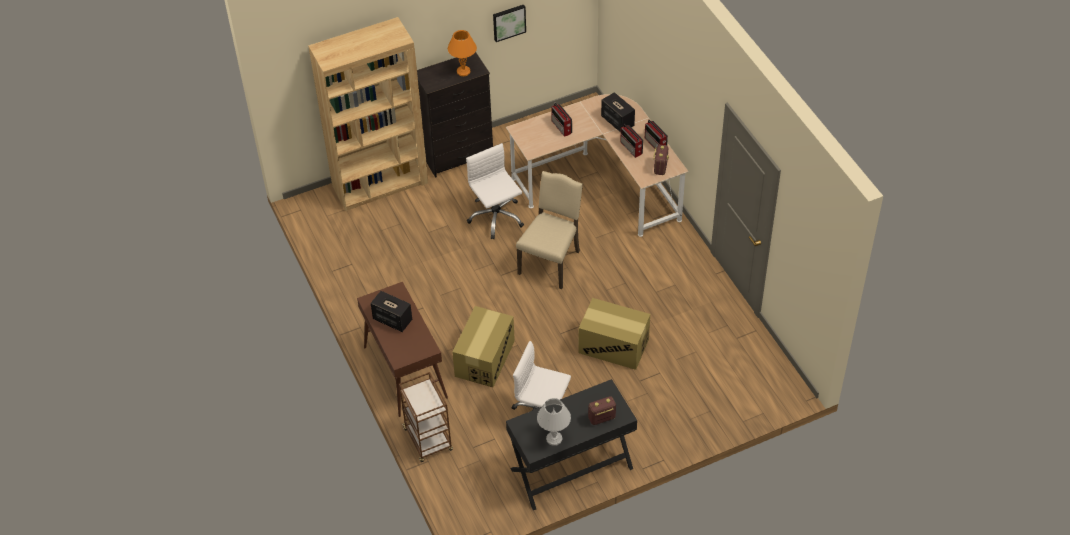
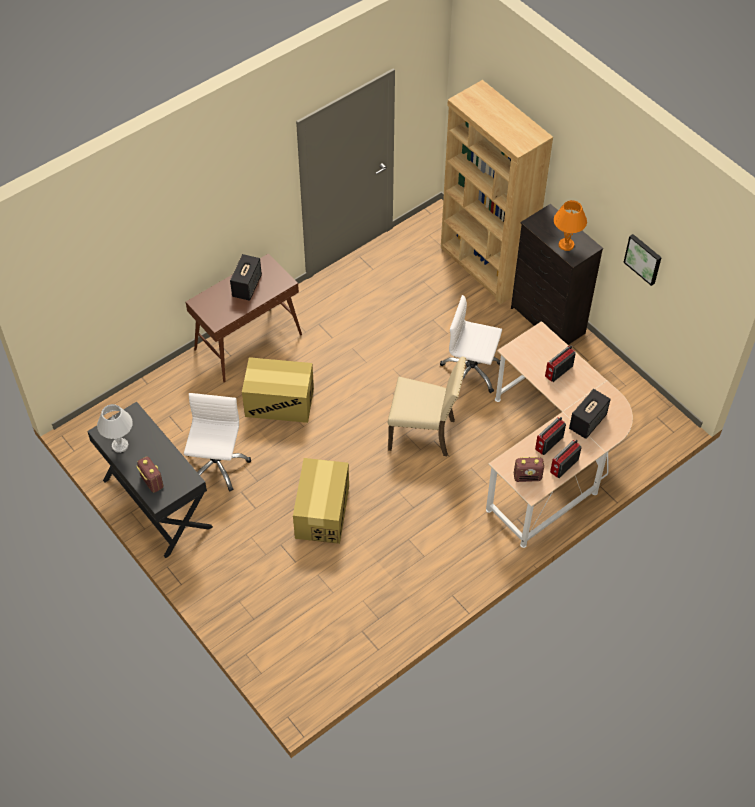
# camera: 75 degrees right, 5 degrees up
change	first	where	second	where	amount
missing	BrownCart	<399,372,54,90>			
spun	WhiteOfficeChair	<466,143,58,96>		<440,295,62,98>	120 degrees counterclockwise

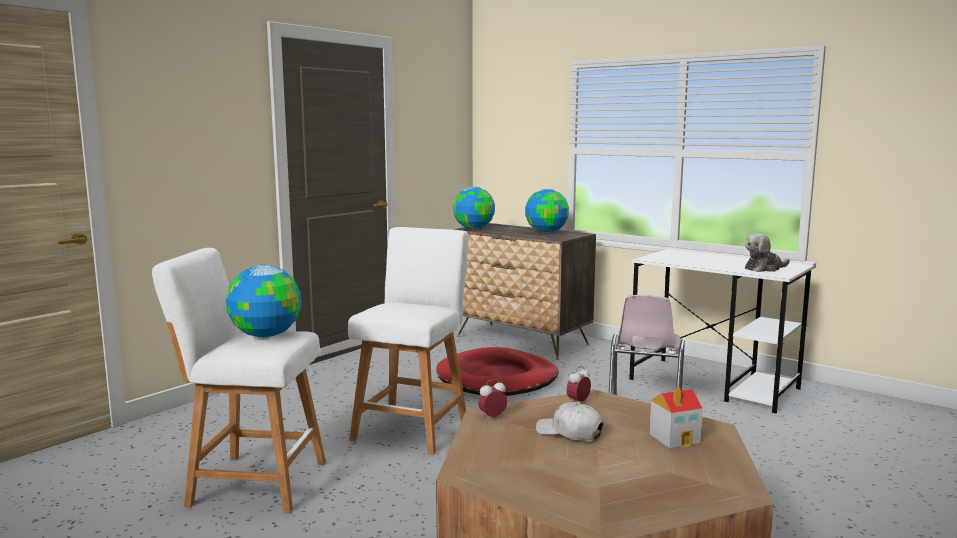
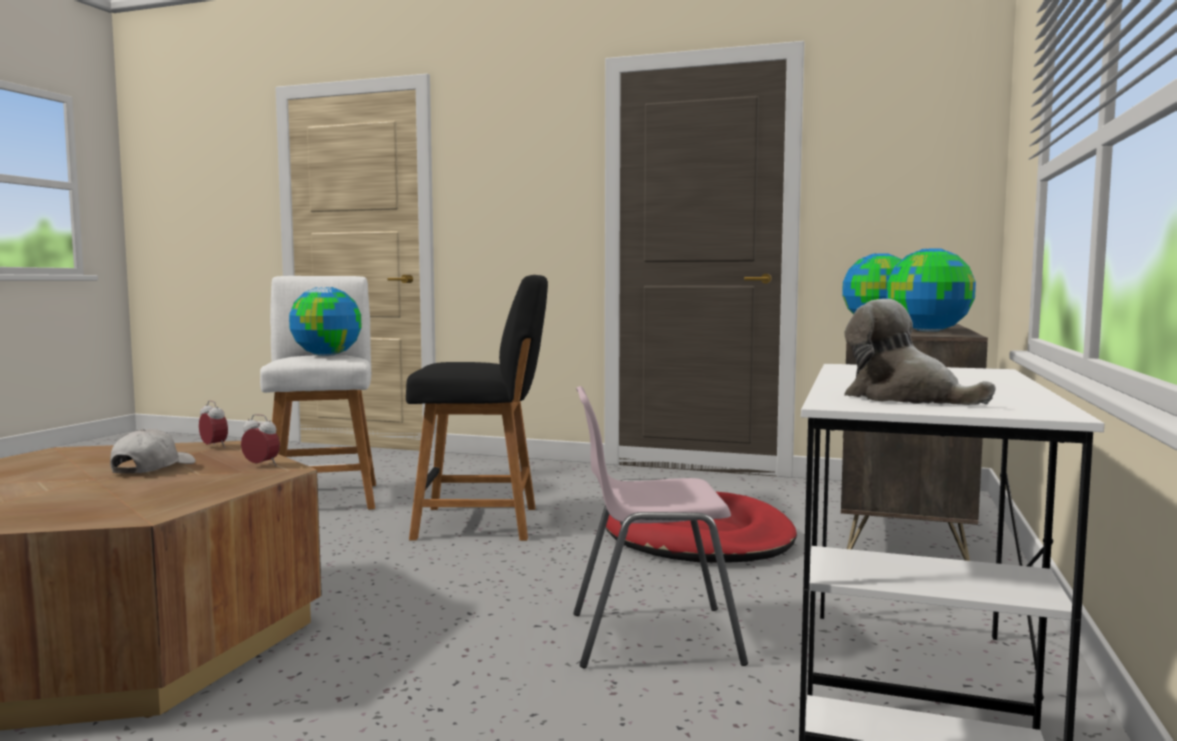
# camera: 70 degrees right, 5 degrees down
change	first	where	second	where	amount
missing	ToyHouse	<649,388,54,60>			
colour	WhiteStool	<348,227,121,228>	BlackStool	<406,275,142,266>	

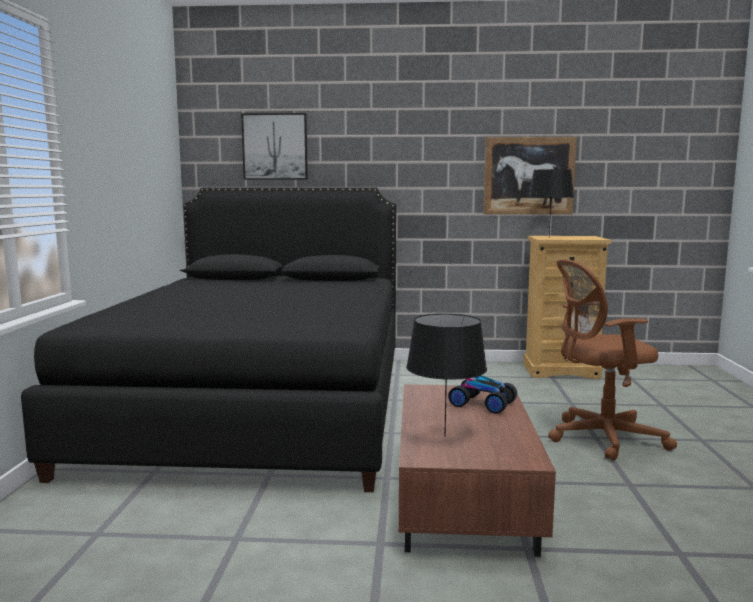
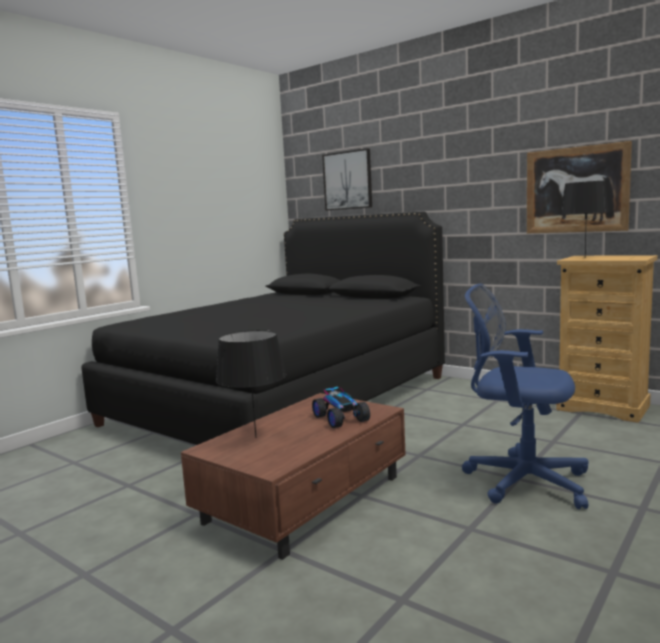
# camera: 35 degrees right, 0 degrees up
change	first	where	second	where	amount
colour	BrownOfficeChair	<548,259,129,202>	BlueOfficeChair	<462,284,127,225>	

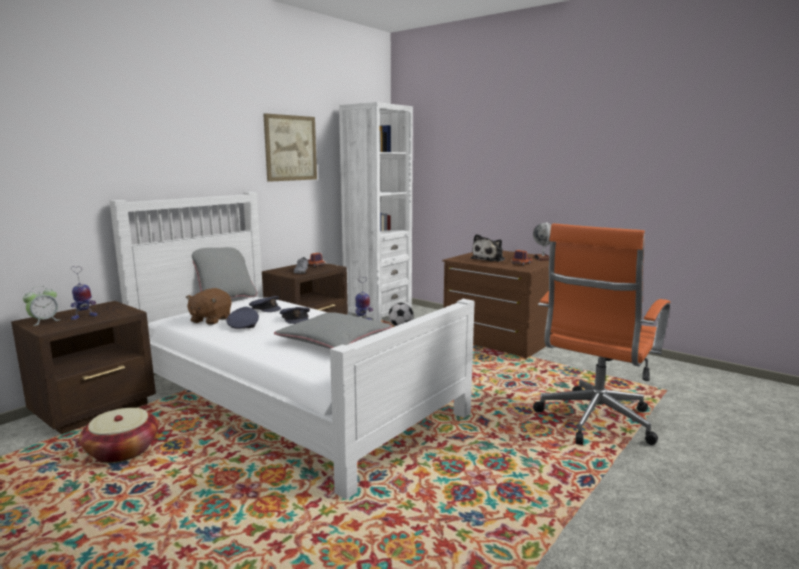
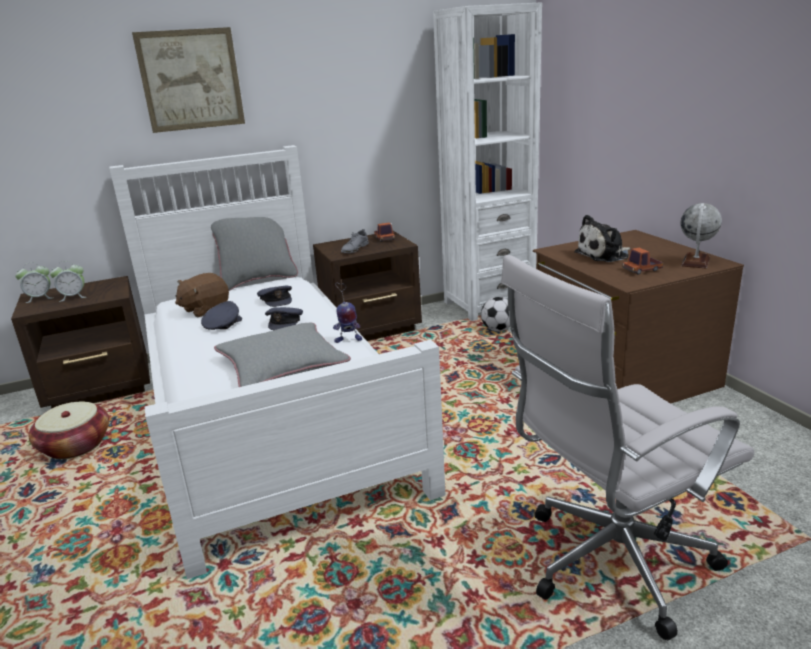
# camera: 30 degrees right, 10 degrees up
change	first	where	second	where	amount
relocated	Picture	<263,113,54,69>		<132,27,113,106>	
exchanged	ToyRobot	<71,266,26,54>	AlarmClock	<50,261,36,41>	
colour	OrangeOfficeChair	<533,224,137,221>	WhiteOfficeChair	<501,255,253,386>	

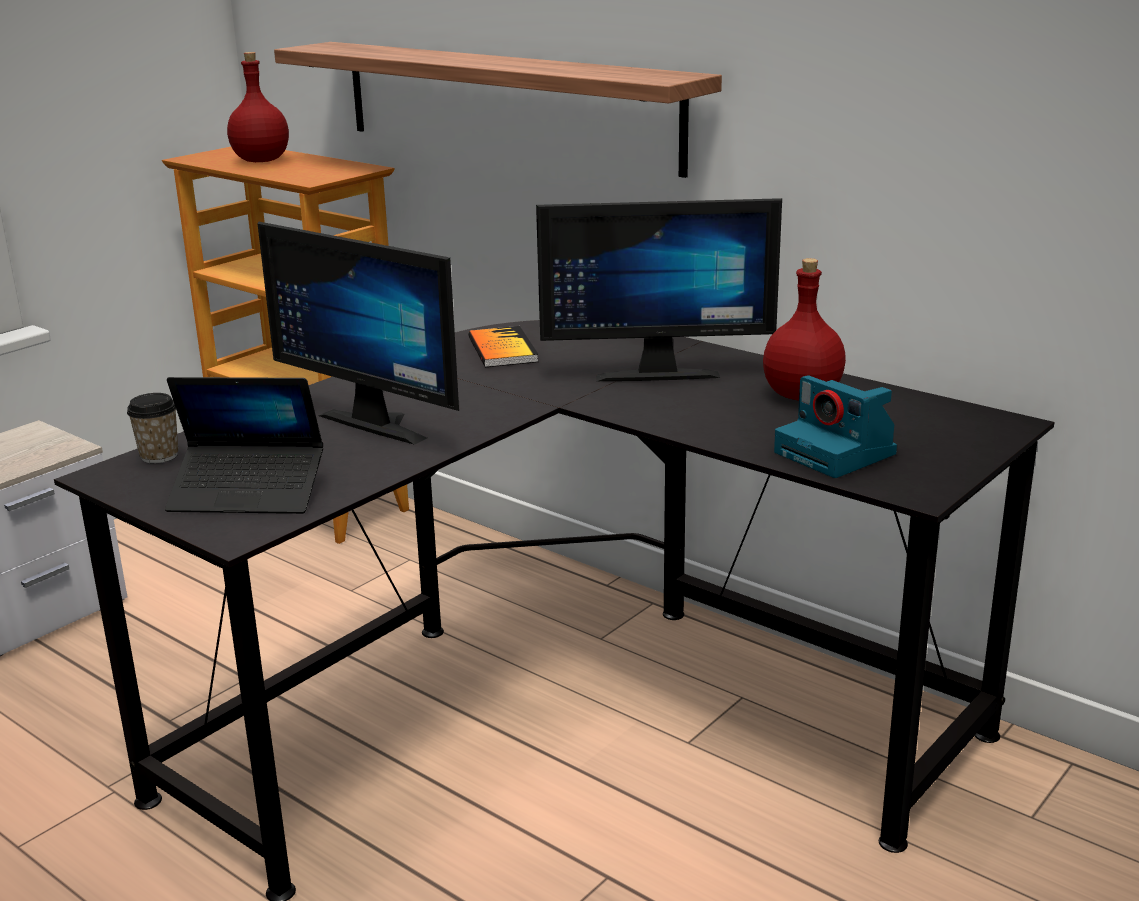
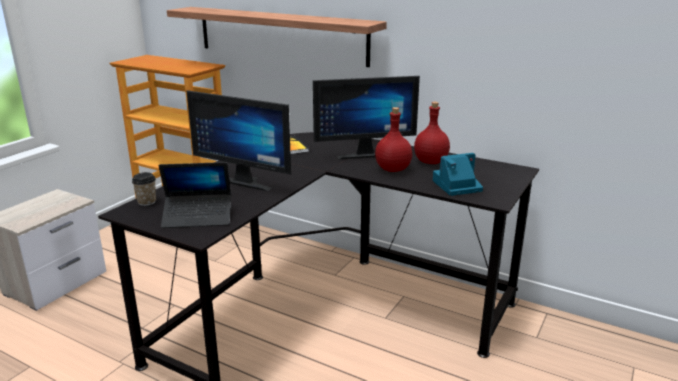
# camera: 10 degrees left, 0 degrees up
change	first	where	second	where	amount
relocated	RedBottle	<227,52,62,110>		<375,107,37,65>	
spun	PhotoCamera	<774,375,123,103>		<433,153,50,43>	120 degrees clockwise

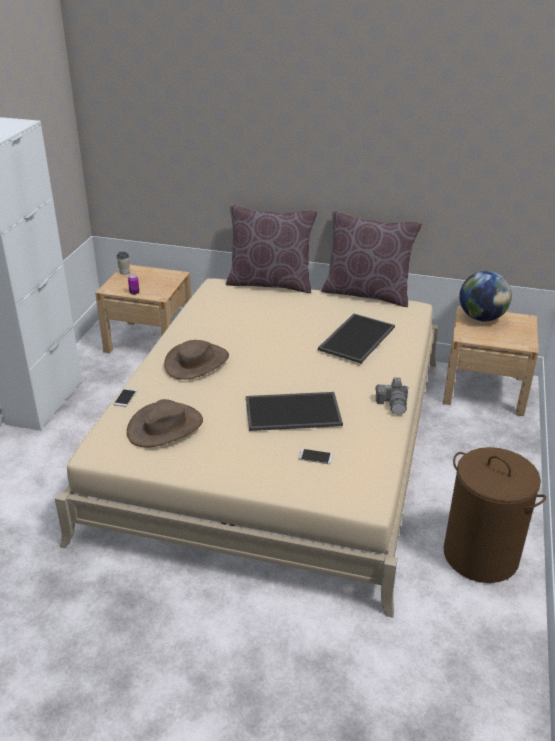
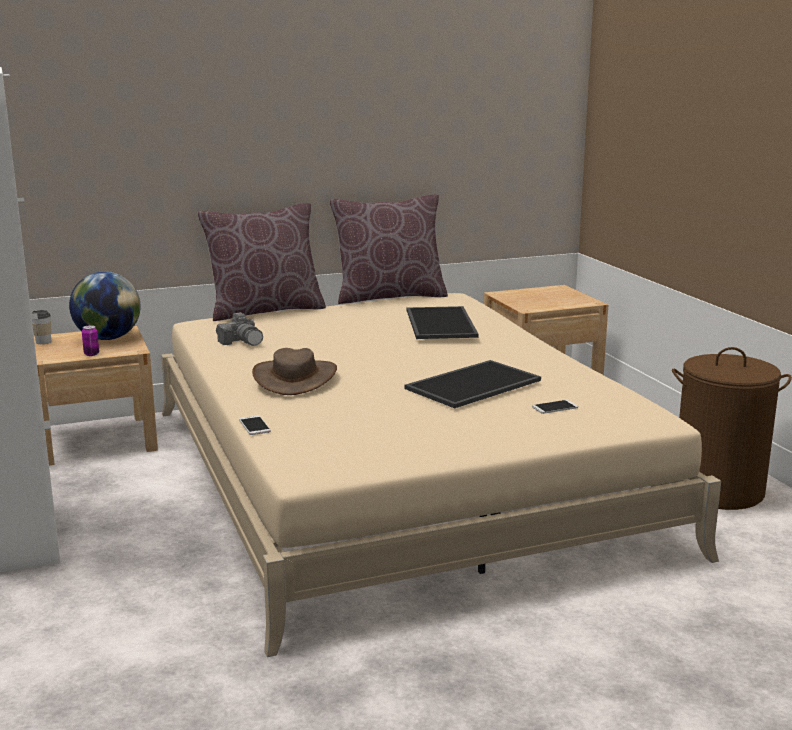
# camera: 35 degrees left, 15 degrees down
change	first	where	second	where	amount
missing	BrownHat	<127,399,76,48>			
relocated	PhotoCamera	<375,378,34,37>		<216,312,47,34>	
relocated	Globe	<459,271,53,50>		<69,271,72,69>	

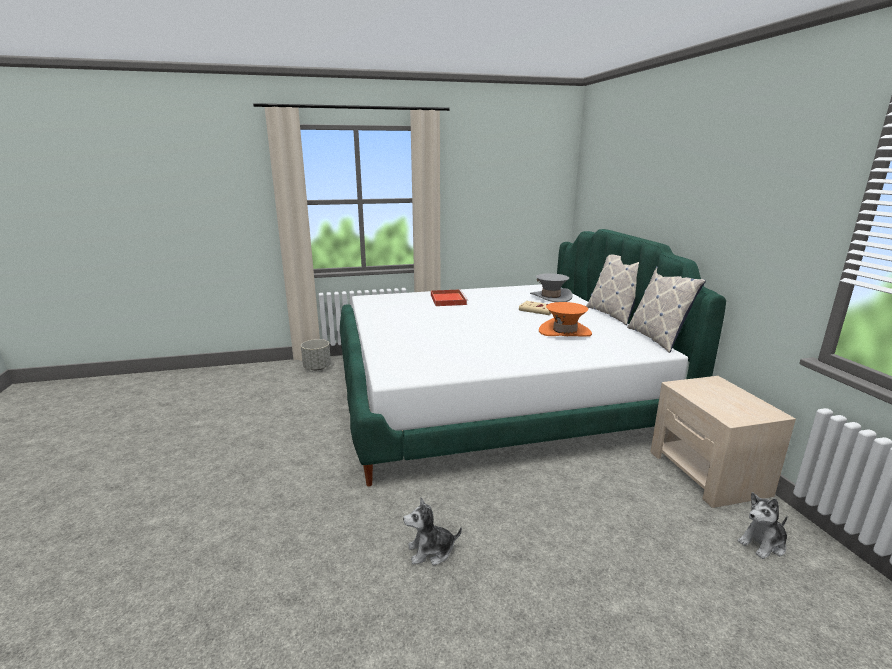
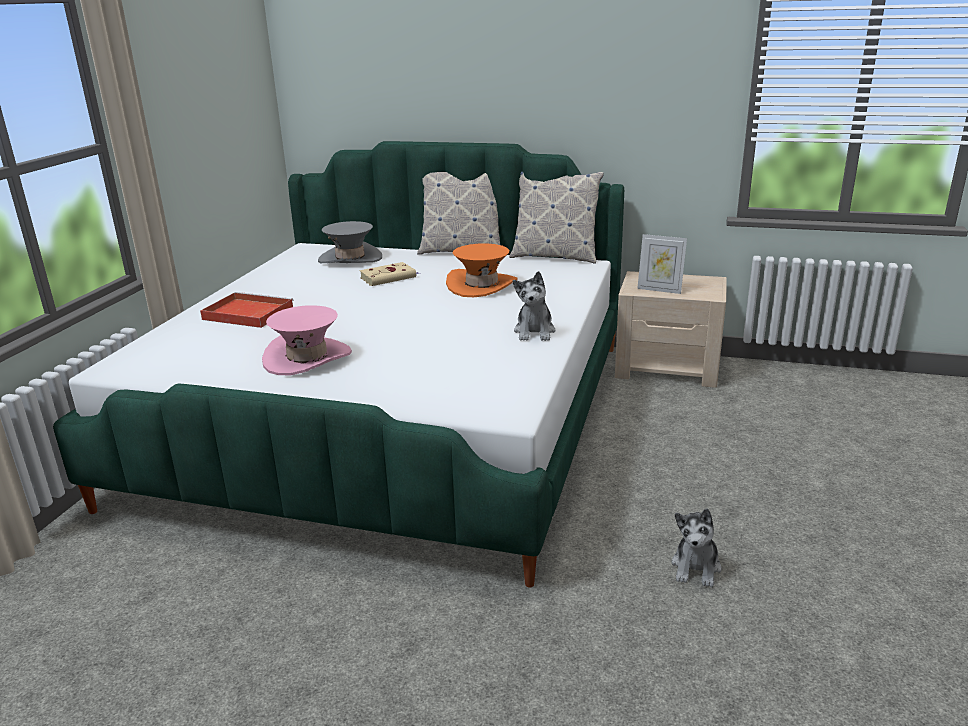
# camera: 60 degrees left, 5 degrees up
change	first	where	second	where	amount
missing	GreyPlanter	<301,339,30,31>			
appeared			PinkHat	<262,305,90,70>	
appeared			PictureFrame	<637,234,50,60>	
relocated	PlushToy	<738,492,50,67>		<513,271,42,70>	

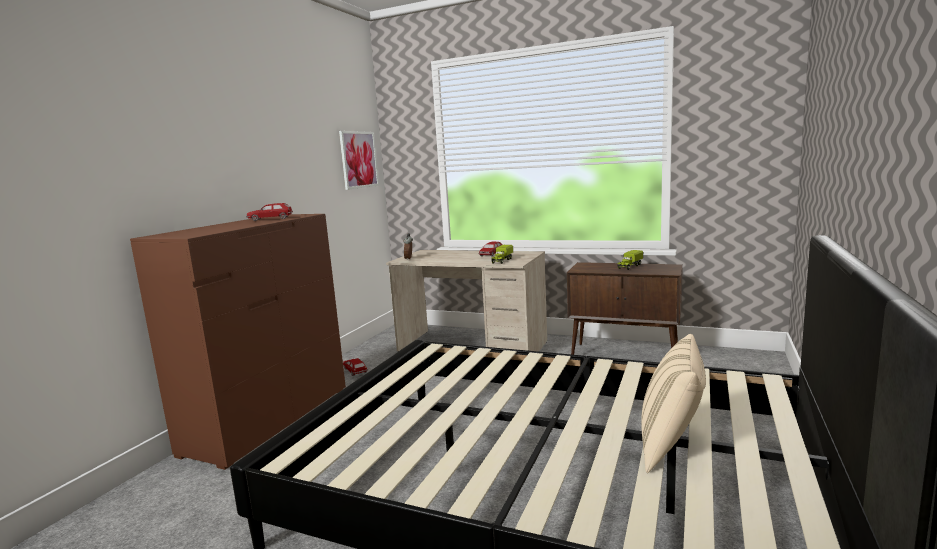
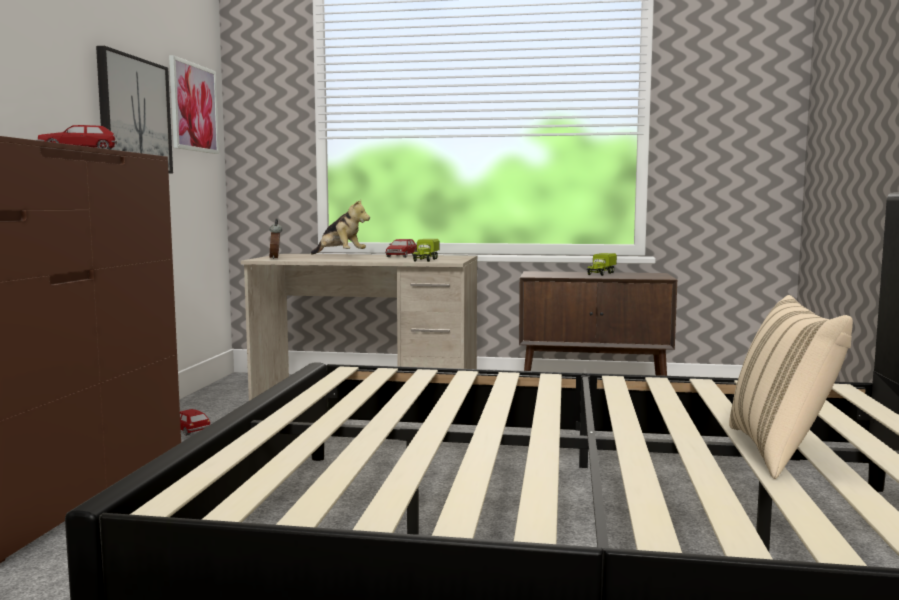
# camera: 15 degrees left, 5 degrees down
change	first	where	second	where	amount
appeared			Picture	<96,46,77,127>	
appeared			PlushToy	<311,200,59,54>	

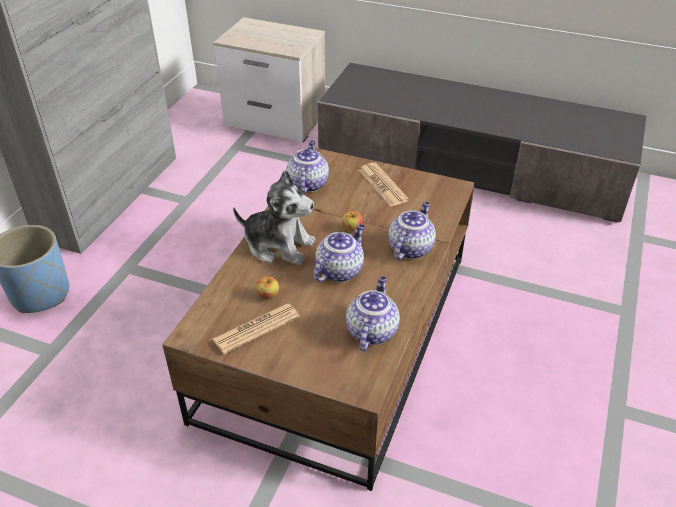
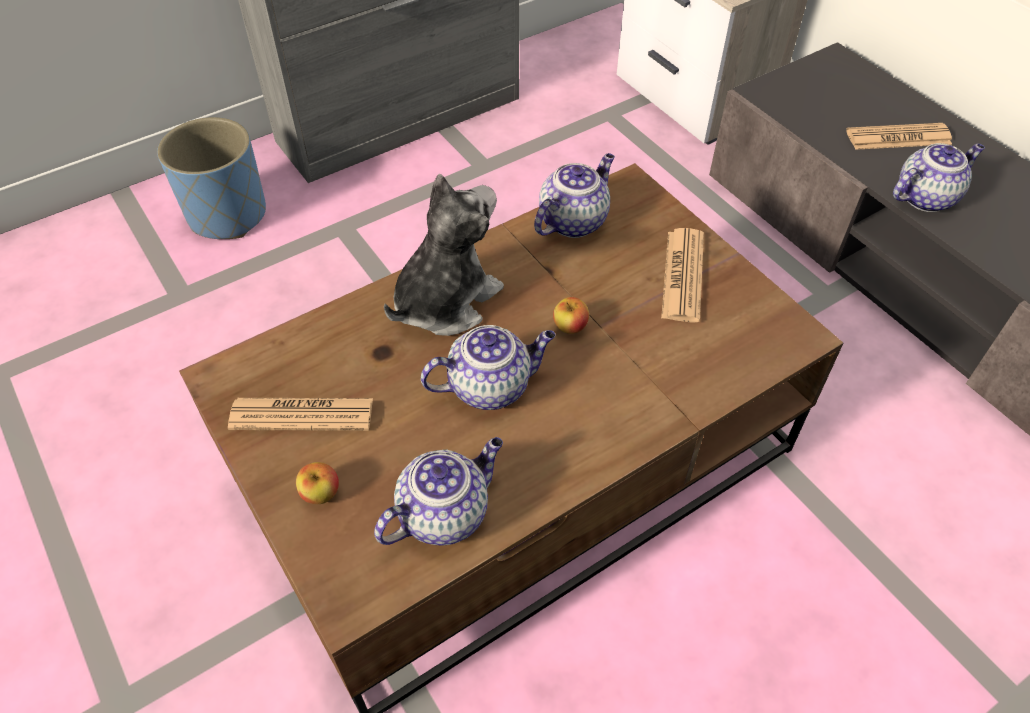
# camera: 35 degrees right, 10 degrees up
change	first	where	second	where	amount
appeared			Newspaper	<846,123,106,27>	
relocated	Apple	<256,276,23,23>		<296,462,43,42>	
relocated	Teapot	<388,202,48,58>		<893,143,92,69>	
spun	PlushToy	<233,170,82,95>		<384,174,120,162>	105 degrees counterclockwise

